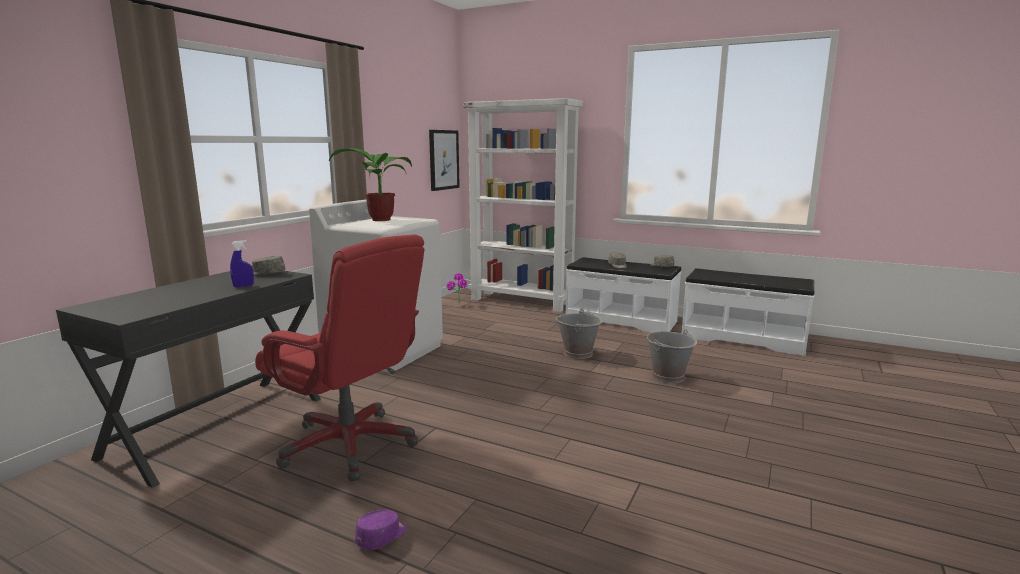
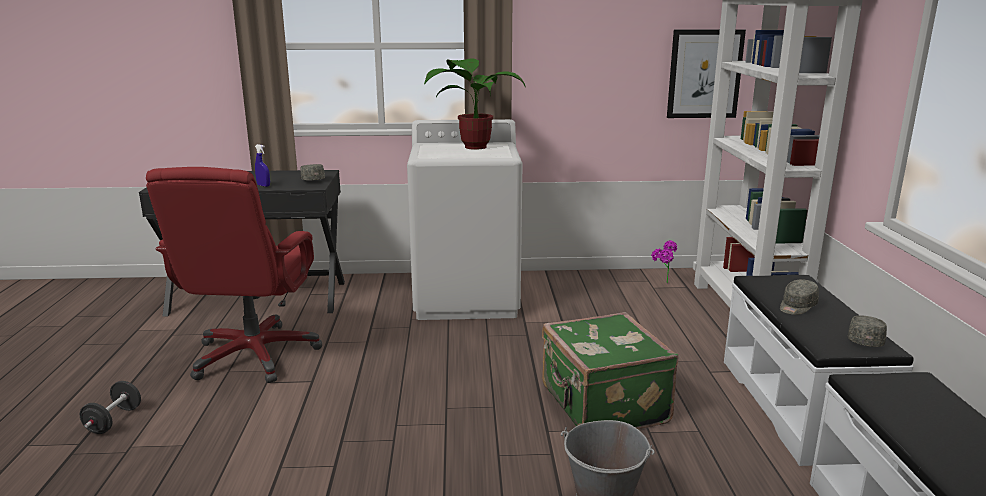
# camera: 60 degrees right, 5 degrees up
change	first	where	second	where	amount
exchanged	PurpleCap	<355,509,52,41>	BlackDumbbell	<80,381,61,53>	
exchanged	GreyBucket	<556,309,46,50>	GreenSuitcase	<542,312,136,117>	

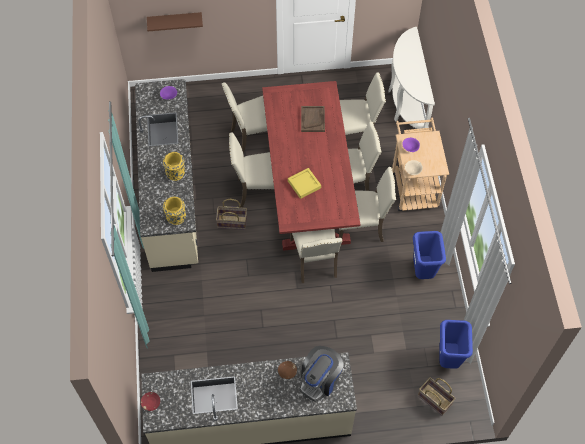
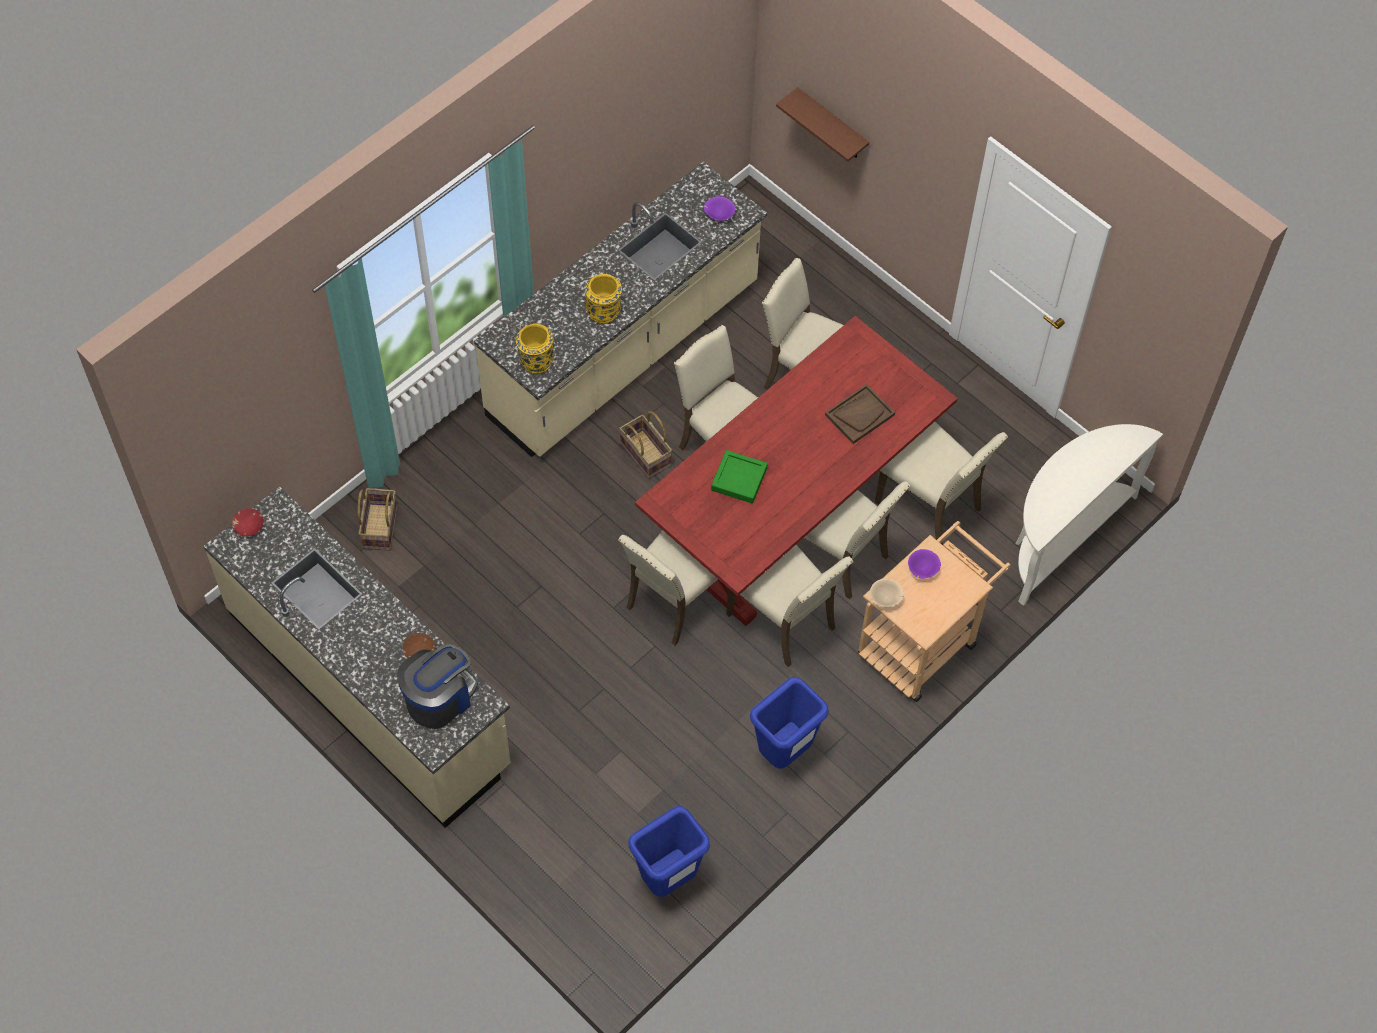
# camera: 50 degrees right, 0 degrees up
change	first	where	second	where	amount
relocated	Basket	<418,377,38,39>		<357,488,41,63>	
colour	YellowTray	<288,168,33,31>	GreenTray	<711,450,57,54>	
spun	CoffeeMachine	<299,346,44,56>		<397,644,81,85>	135 degrees clockwise

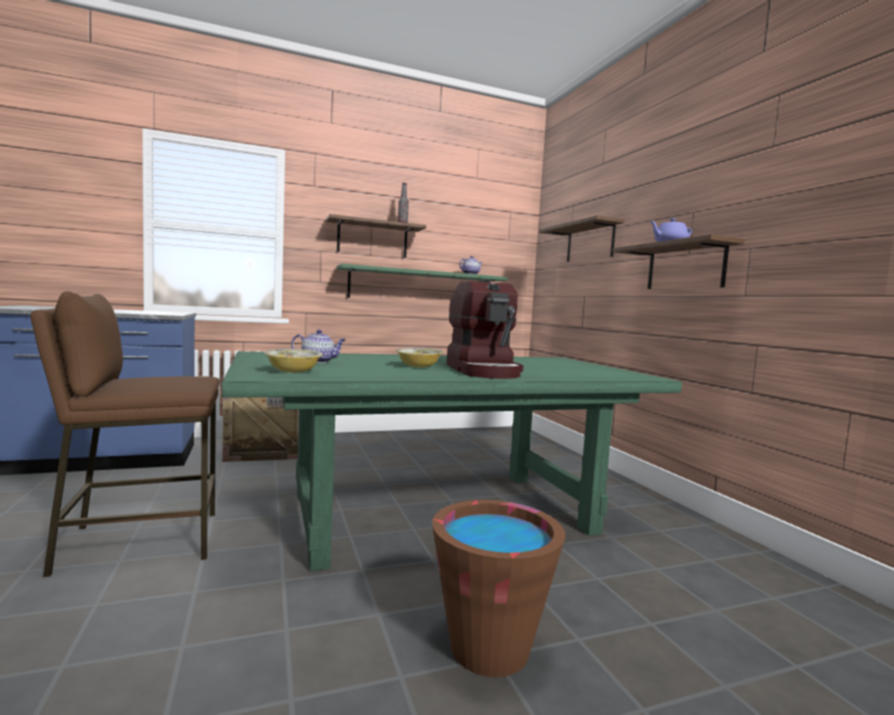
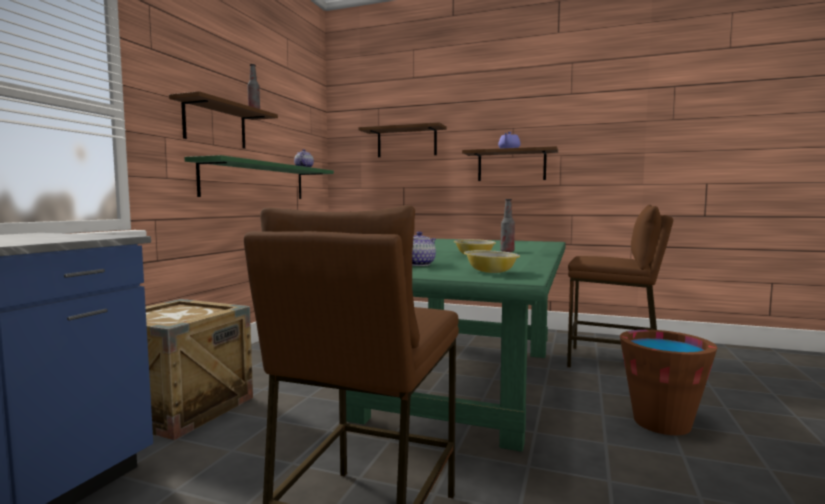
# camera: 50 degrees left, 0 degrees up
change	first	where	second	where	amount
appeared			BrownStool	<567,205,106,163>	
exchanged	CoffeeMachine	<447,281,77,98>	Bottle	<500,199,15,53>	

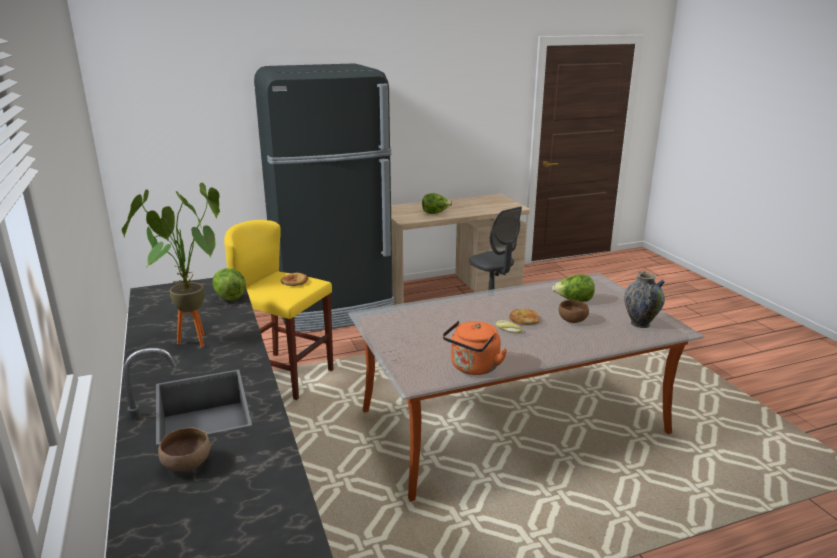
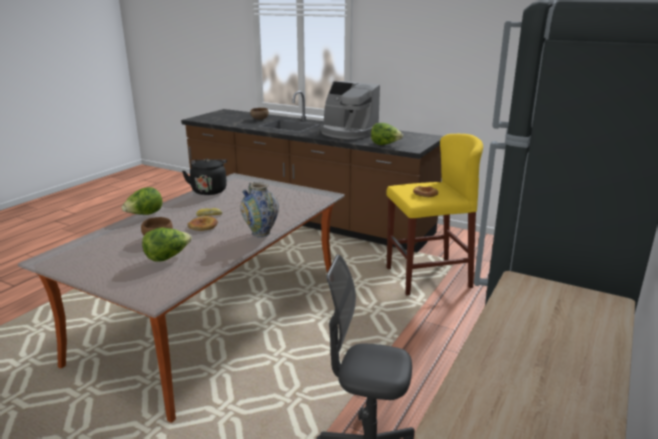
# camera: 140 degrees right, 0 degrees up
change	first	where	second	where	amount
relocated	Lettuce	<422,193,30,21>		<121,187,41,28>	
relocated	Vase	<624,271,41,57>		<240,182,39,56>	
exchanged	PottedPlant	<122,182,98,165>	CoffeeMachine	<320,81,60,58>	
colour	OrangeKettle	<443,321,65,54>	BlackKettle	<182,159,45,36>	

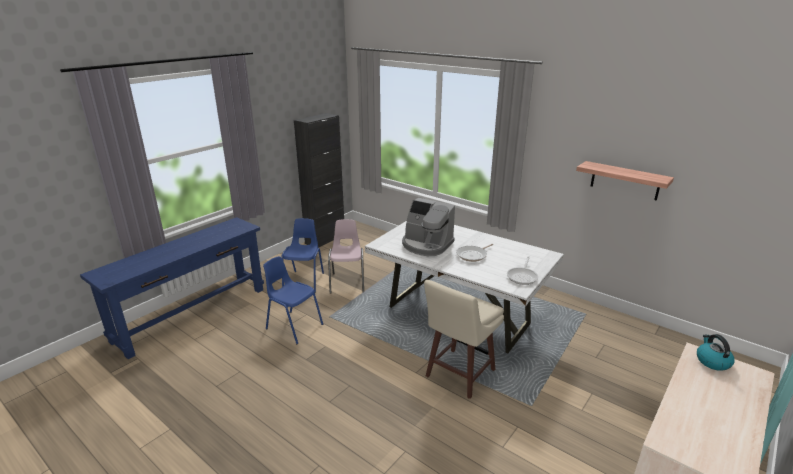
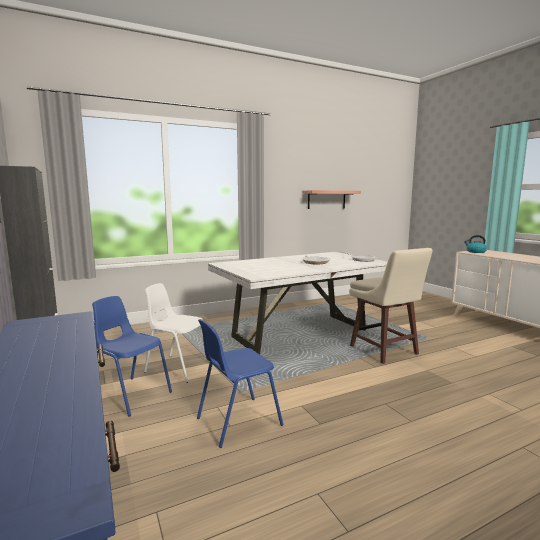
# camera: 65 degrees left, 15 degrees down
change	first	where	second	where	amount
missing	CoffeeMachine	<402,198,53,58>			
colour	PinkChair	<328,219,36,74>	WhiteChair	<144,283,59,100>	

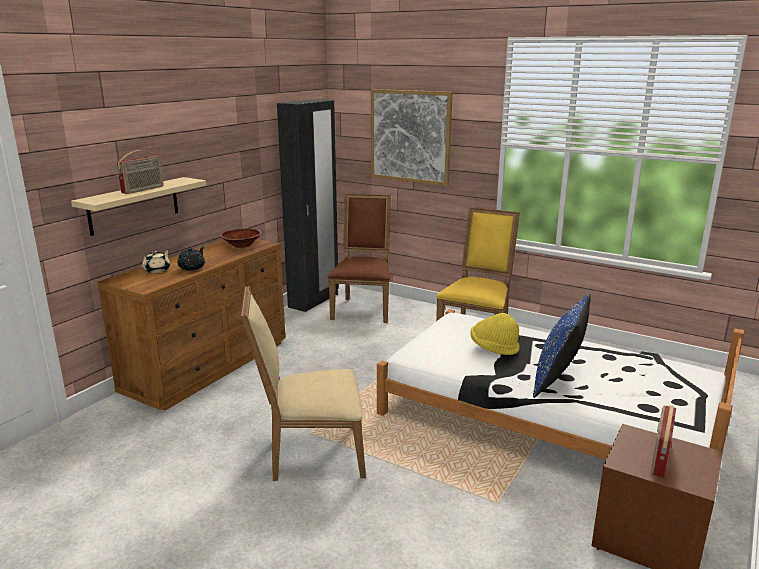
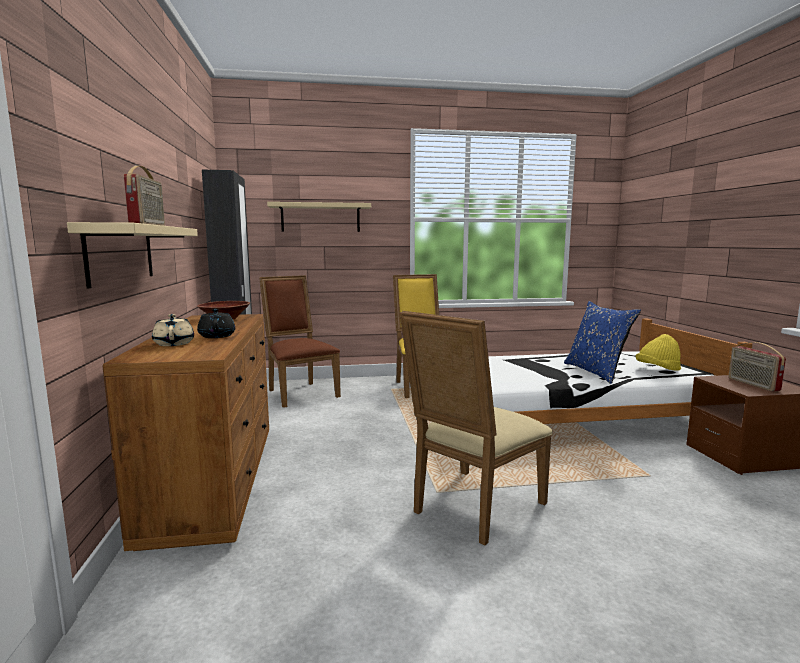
# camera: 40 degrees left, 10 degrees down
change	first	where	second	where	amount
relocated	YellowHat	<470,313,50,42>		<636,334,45,37>	
exchanged	Picture	<371,89,82,97>	BeigeShelf	<267,202,104,30>	

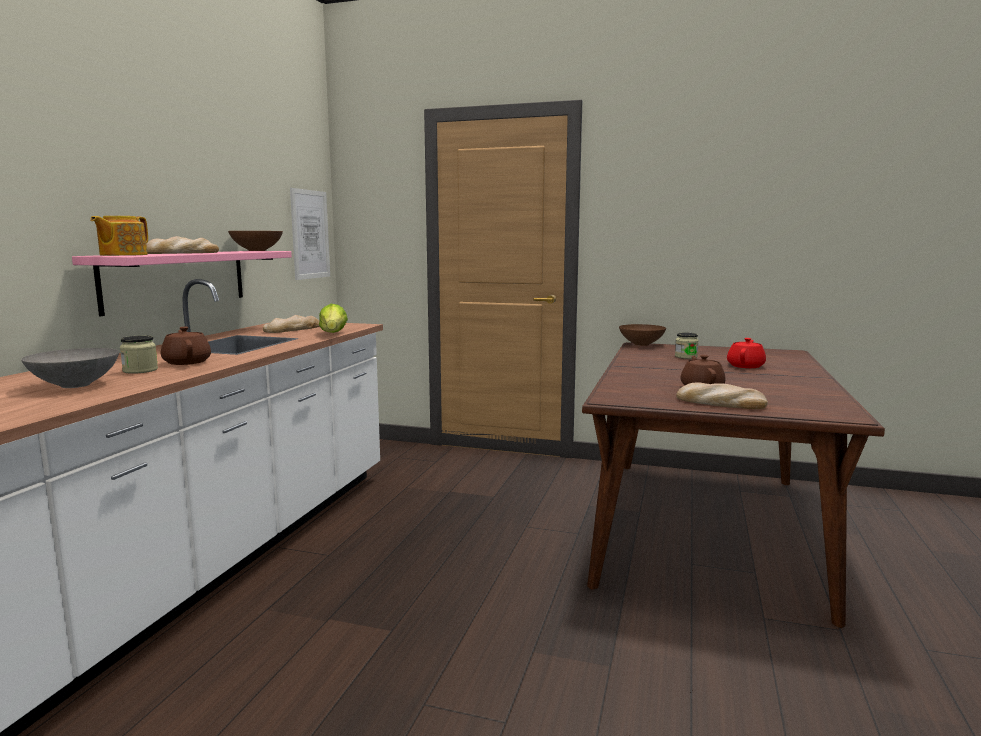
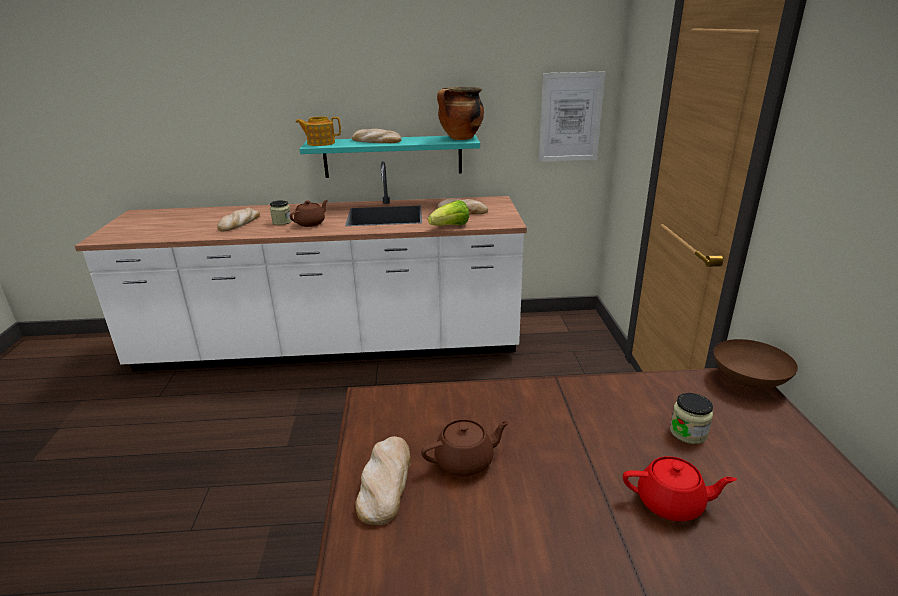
# camera: 70 degrees right, 15 degrees up
change	first	where	second	where	amount
exchanged	GreyBowl	<21,348,98,40>	Bread	<217,207,43,24>	
exchanged	BrownBowl	<228,231,55,20>	CookingPot	<437,87,47,53>	
colour	PinkShelf	<72,251,220,65>	TurquoiseShelf	<300,135,180,43>	

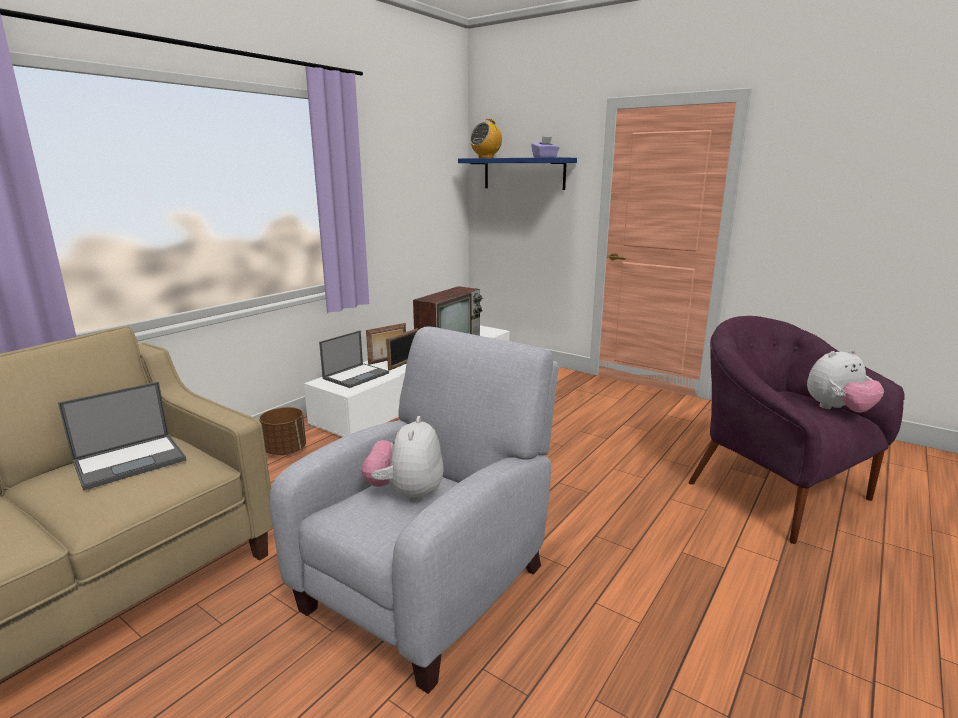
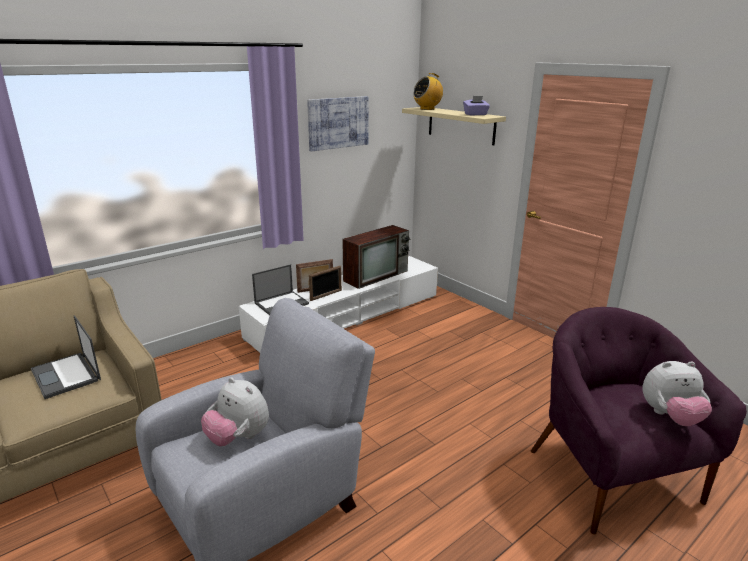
# camera: 15 degrees right, 5 degrees up
change	first	where	second	where	amount
missing	BrownPlanter	<259,407,47,48>			
appeared			Picture	<307,96,62,55>	
colour	BlueShelf	<458,157,119,33>	BeigeShelf	<402,107,104,38>	
spun	Laptop	<58,382,128,109>		<31,315,70,84>	75 degrees clockwise
spun	PlushToy	<362,416,82,86>		<201,377,68,69>	75 degrees counterclockwise

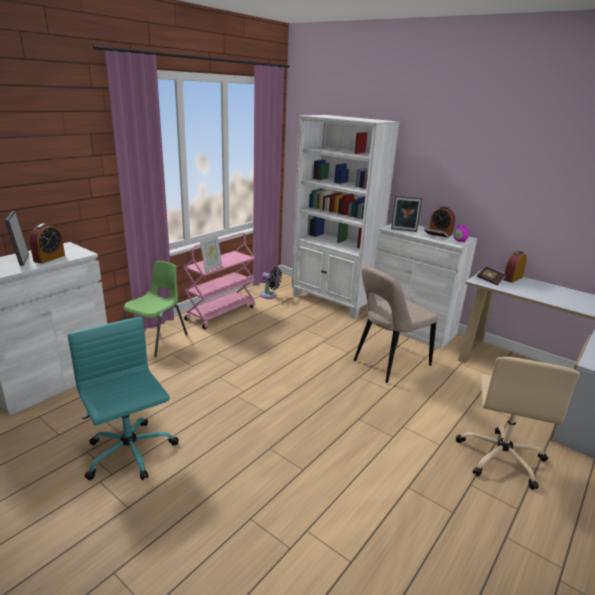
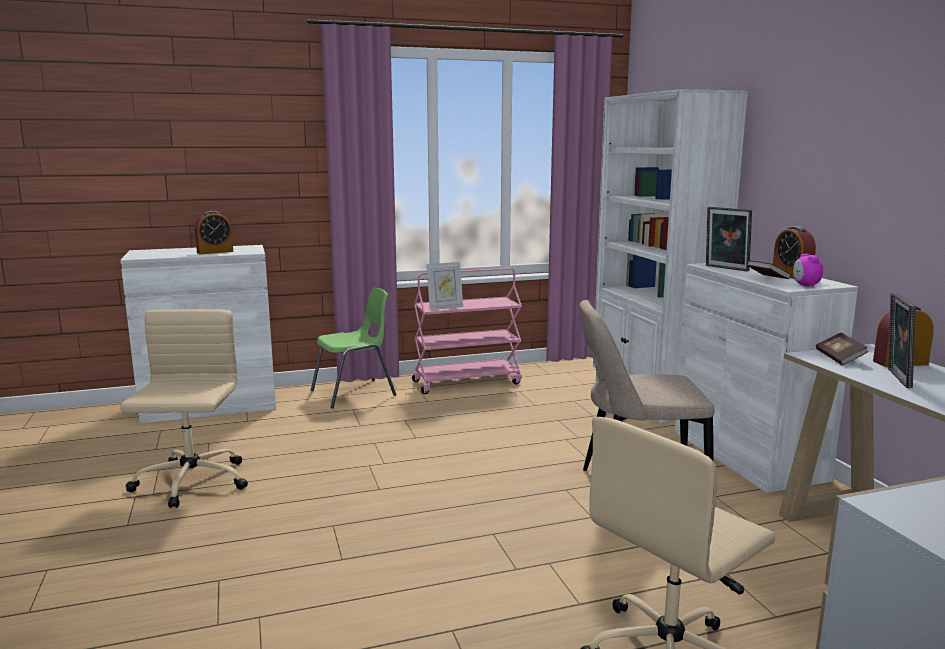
# camera: 35 degrees right, 10 degrees down
change	first	where	second	where	amount
missing	BlackFan	<260,267,22,32>			
relocated	PictureFrame	<5,211,24,55>		<888,293,28,95>	
colour	TurquoiseOfficeChair	<68,317,111,163>	BeigeOfficeChair	<120,309,128,199>	

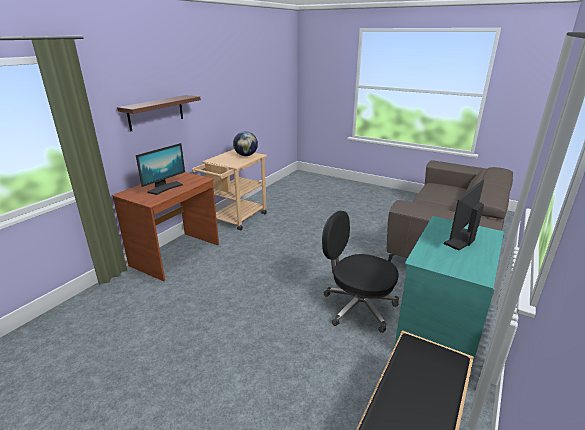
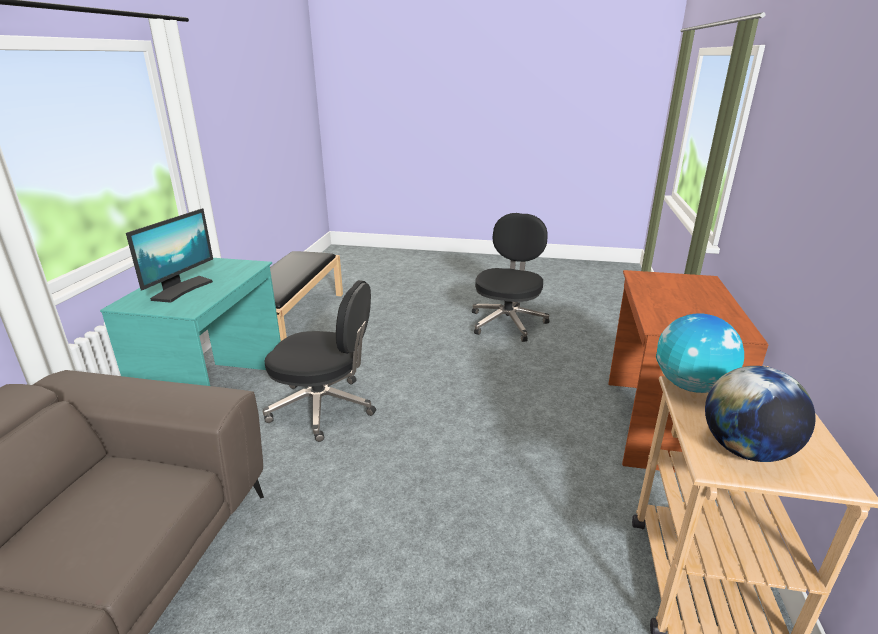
# camera: 160 degrees right, 0 degrees up
change	first	where	second	where	amount
missing	BrownShelf	<117,95,84,37>			
missing	Monitor	<136,143,49,52>			
appeared			BlackOfficeChair	<472,213,77,129>	
appeared			Globe	<656,313,88,80>	

